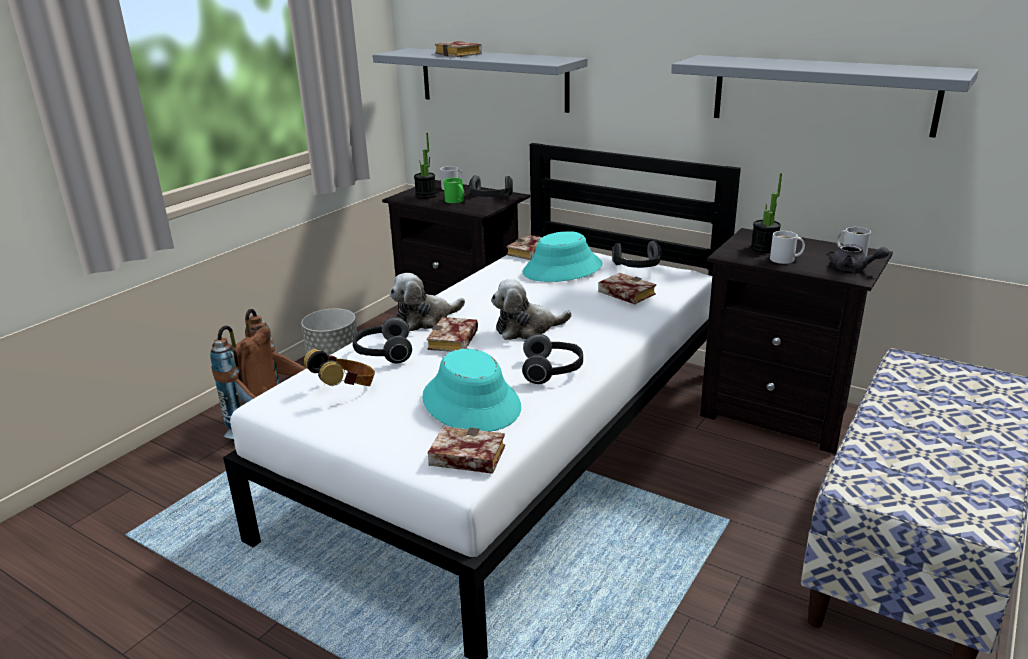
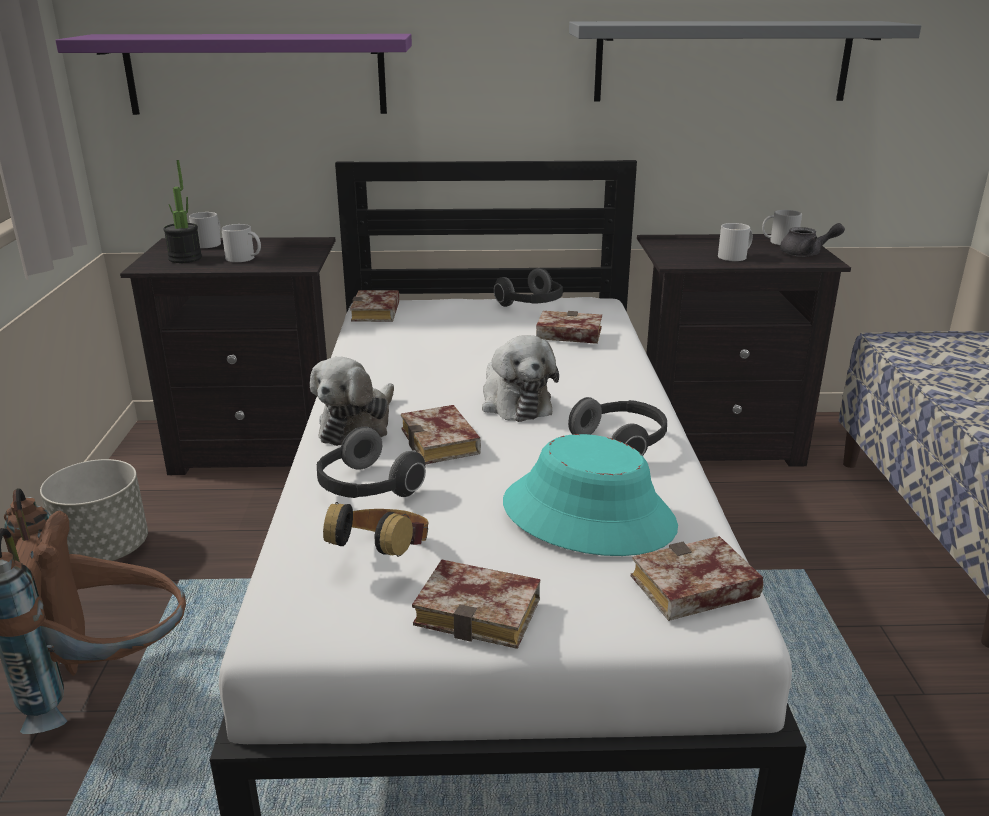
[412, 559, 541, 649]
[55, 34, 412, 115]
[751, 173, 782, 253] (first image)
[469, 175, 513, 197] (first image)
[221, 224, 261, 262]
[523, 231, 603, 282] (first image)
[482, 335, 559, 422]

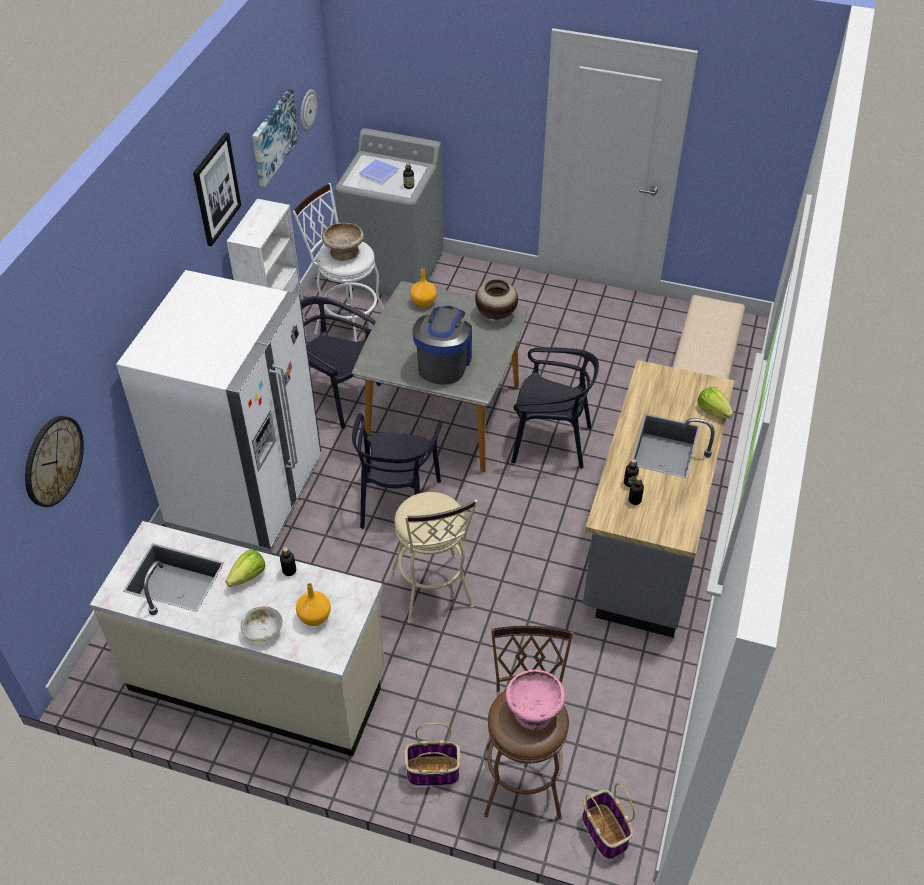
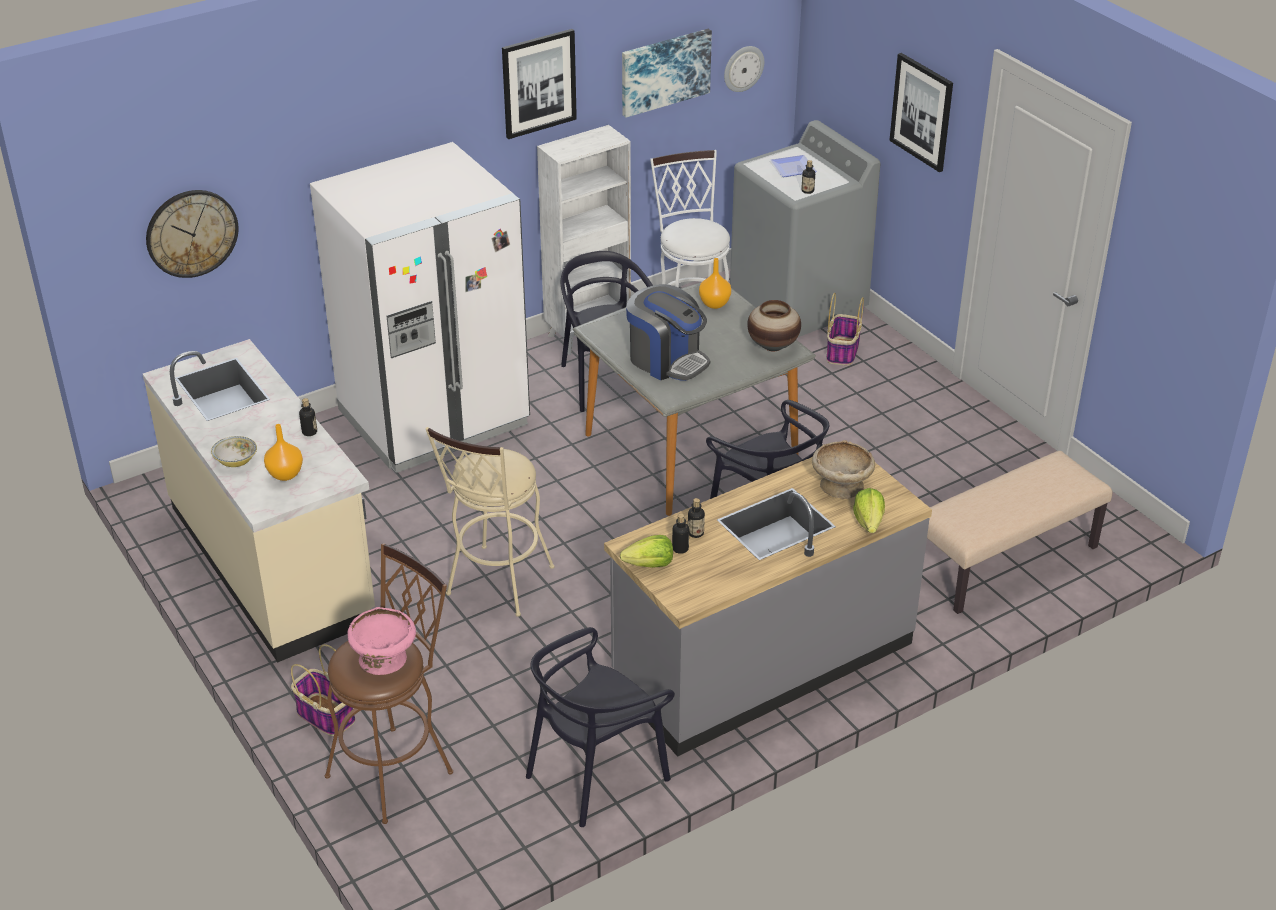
[812, 440, 875, 499]
[626, 284, 710, 381]
[526, 627, 675, 827]
[620, 535, 673, 568]
[826, 293, 864, 365]
[889, 53, 953, 172]

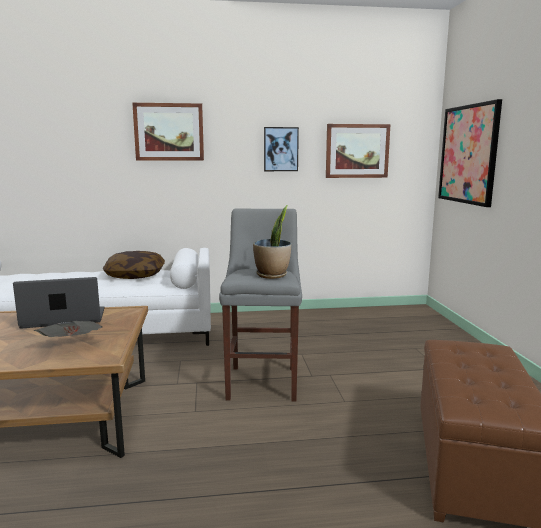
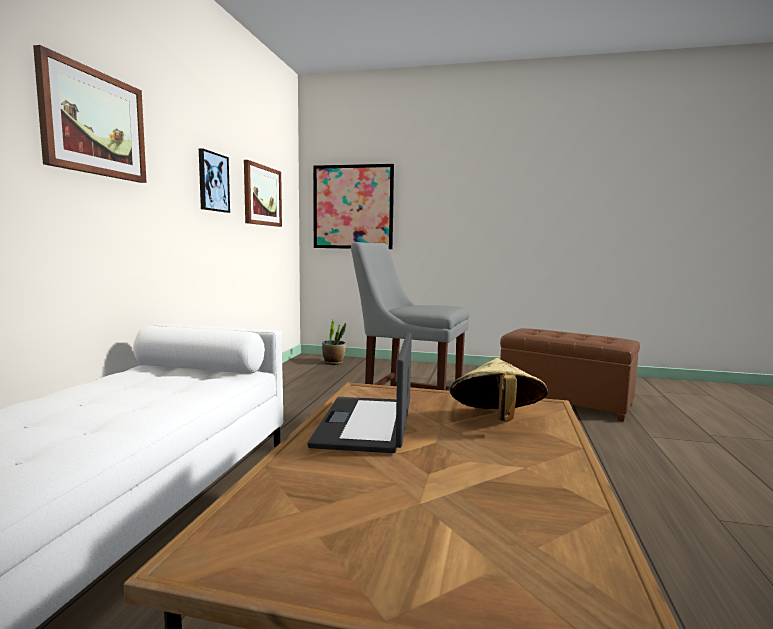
[322, 318, 346, 365]
[103, 251, 165, 279] (first image)
[450, 358, 548, 422]

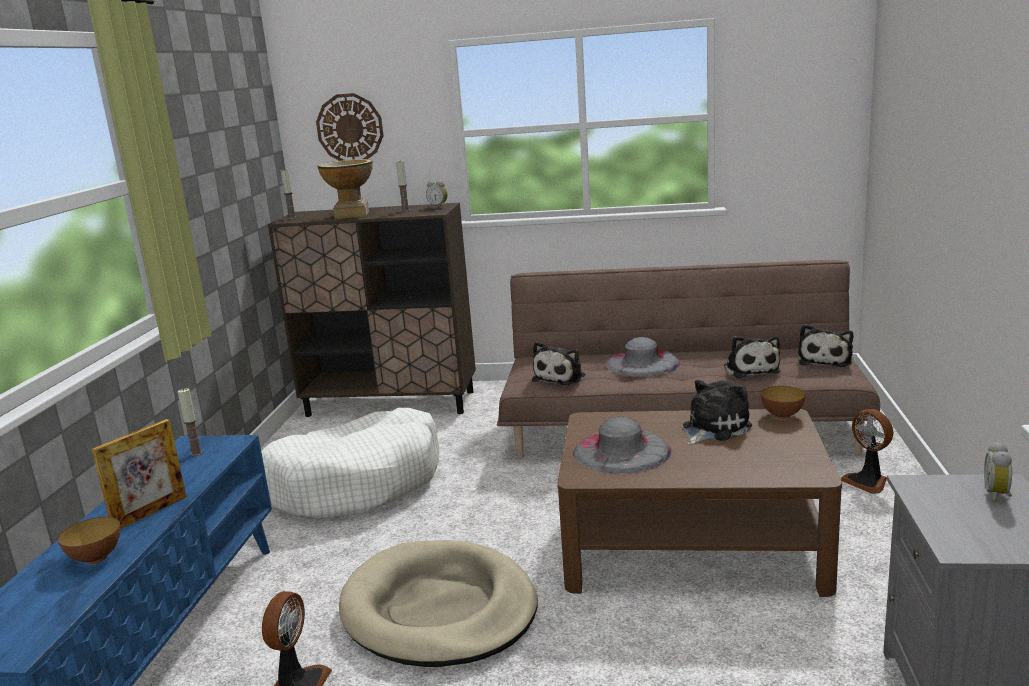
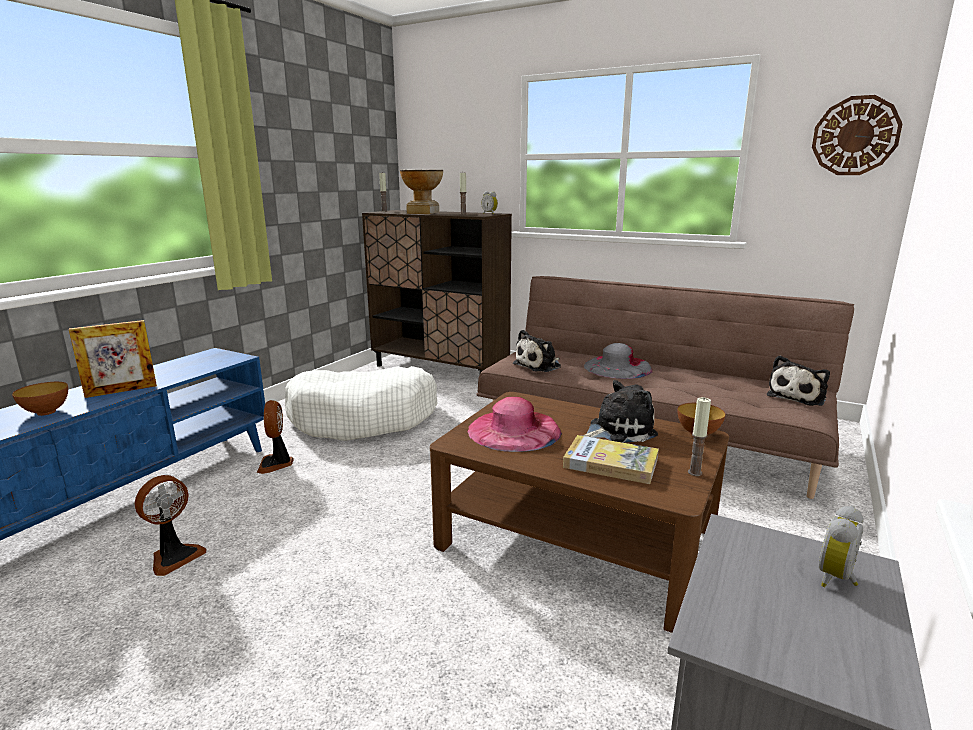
[812, 95, 902, 175]
[724, 336, 780, 378] (first image)
[688, 397, 711, 476]
[257, 400, 294, 474]
[468, 397, 562, 452]
[339, 540, 538, 667] (first image)
[563, 435, 659, 484]

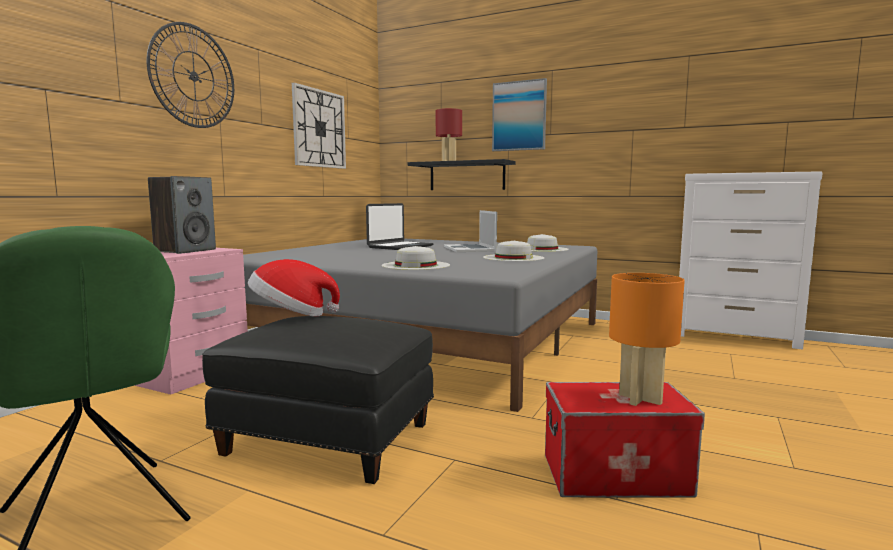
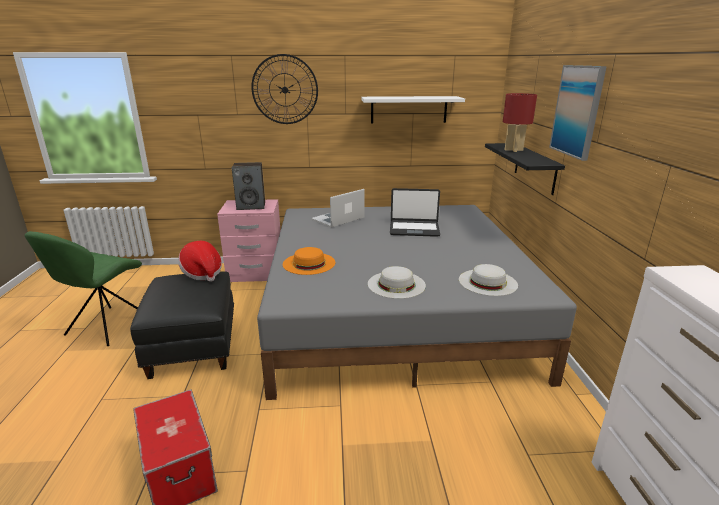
[362, 96, 465, 123]
[311, 189, 365, 228]
[283, 247, 335, 275]
[609, 273, 685, 406] (first image)

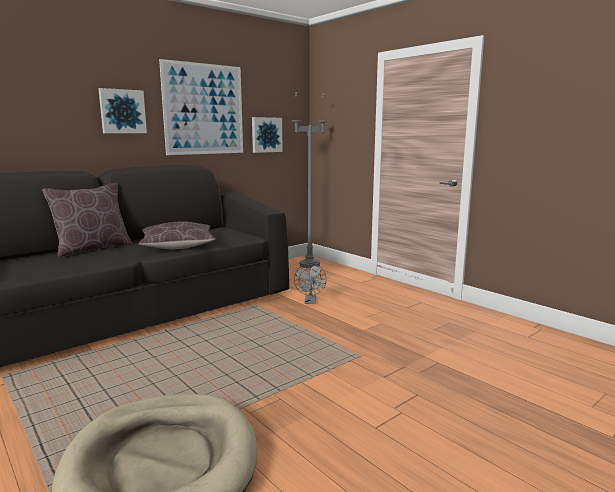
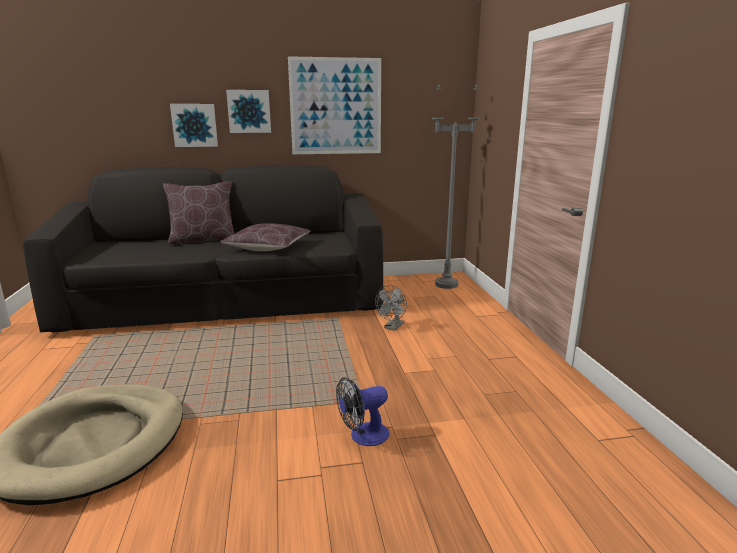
[170, 104, 218, 147]
[336, 377, 389, 446]

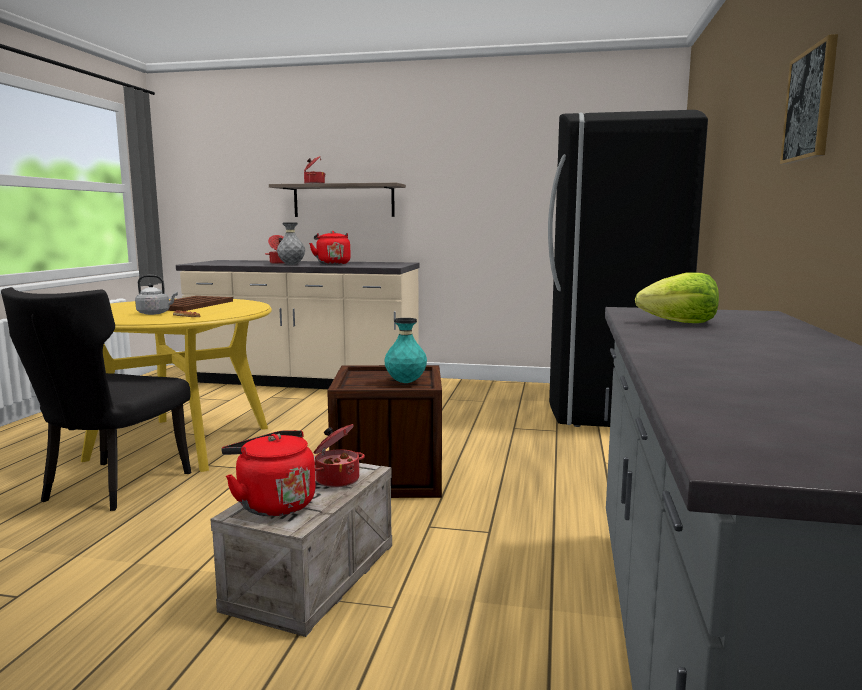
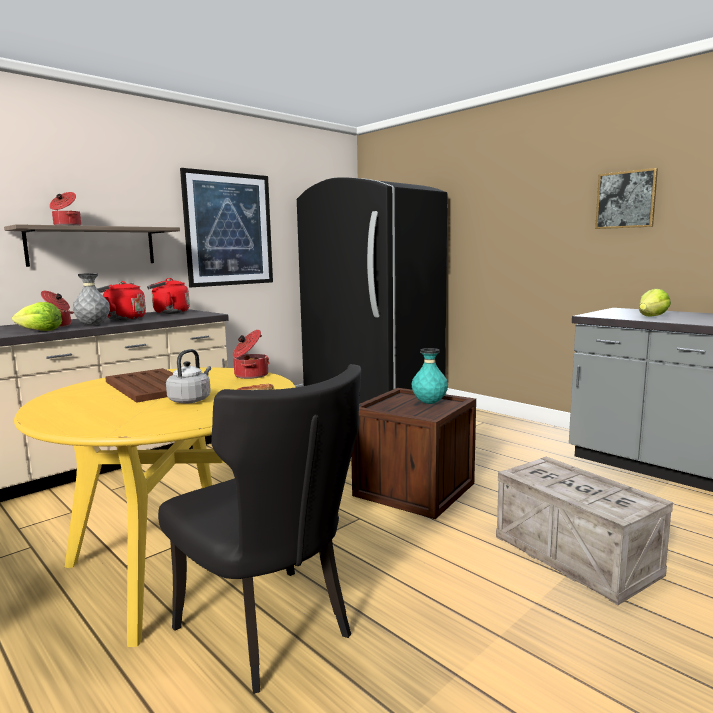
[233, 330, 269, 379]
[147, 278, 190, 314]
[180, 168, 273, 287]
[12, 302, 62, 331]

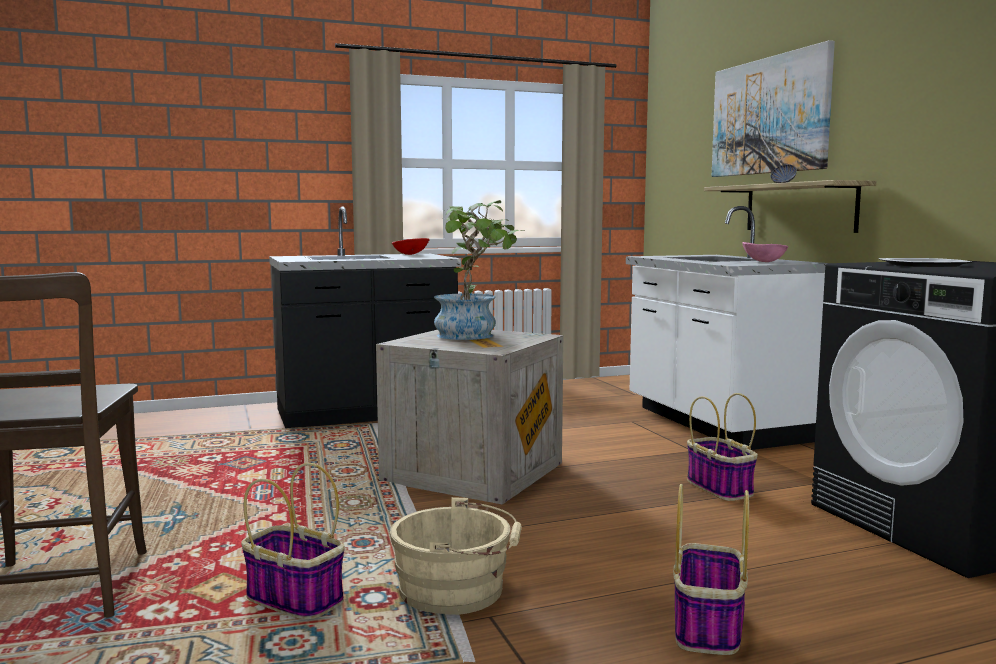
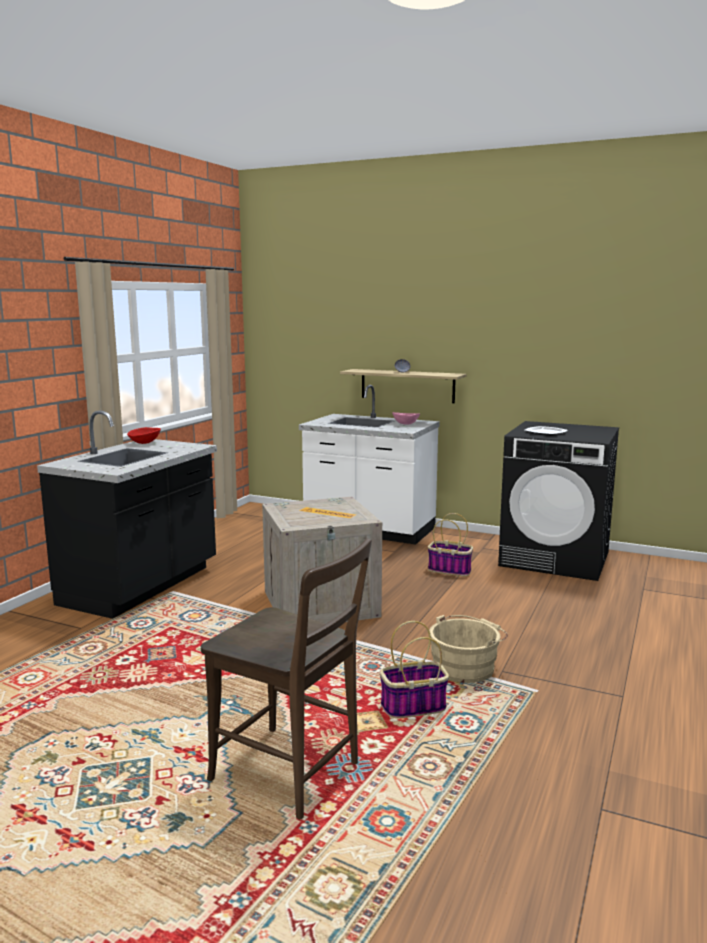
[712, 40, 835, 177] (first image)
[434, 200, 524, 340] (first image)
[673, 484, 749, 655] (first image)

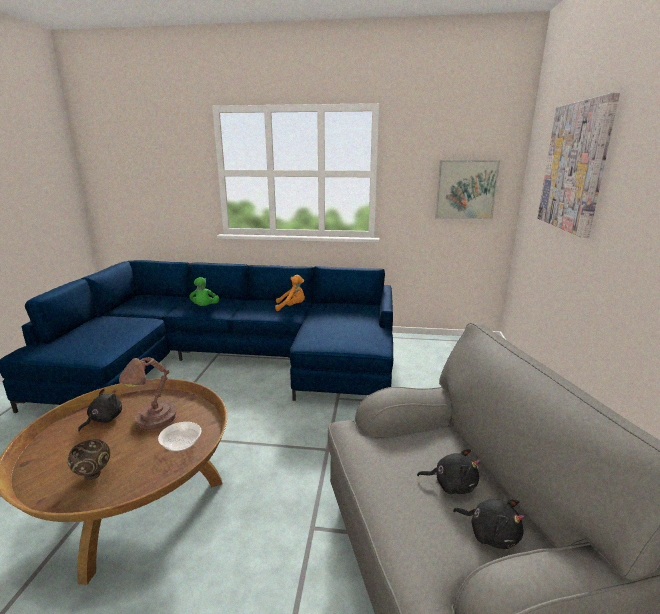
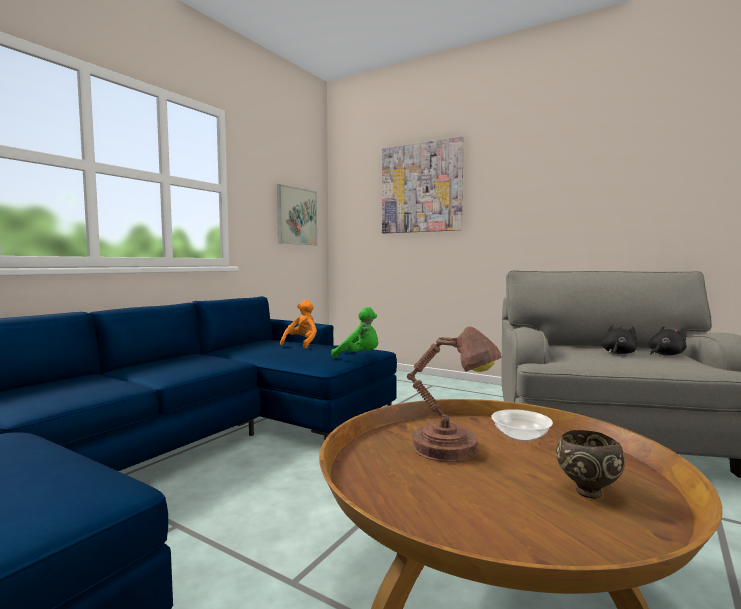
[280, 300, 317, 349]
[331, 307, 378, 359]
[78, 388, 122, 431] (first image)

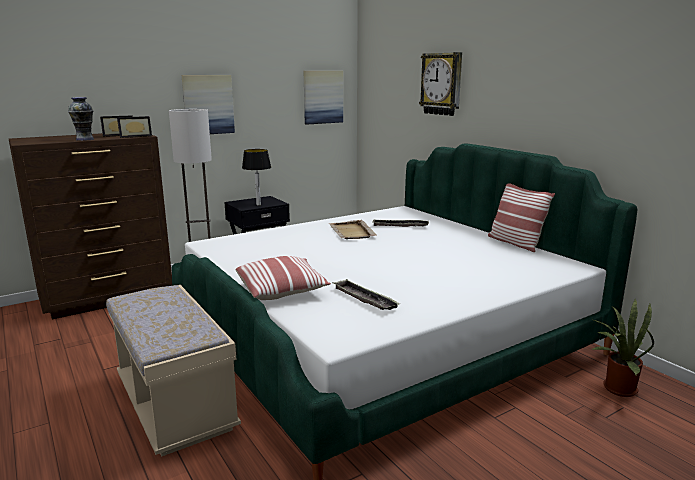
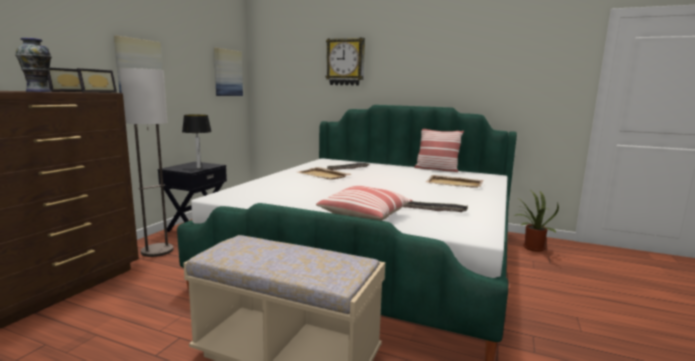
[426, 175, 484, 188]

